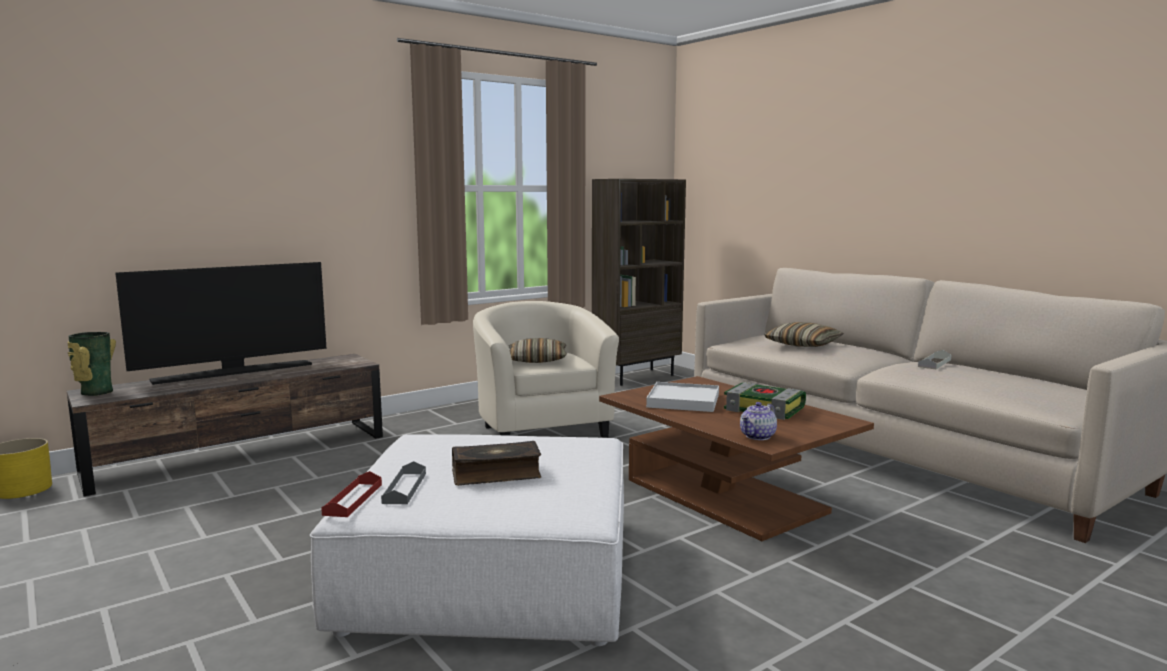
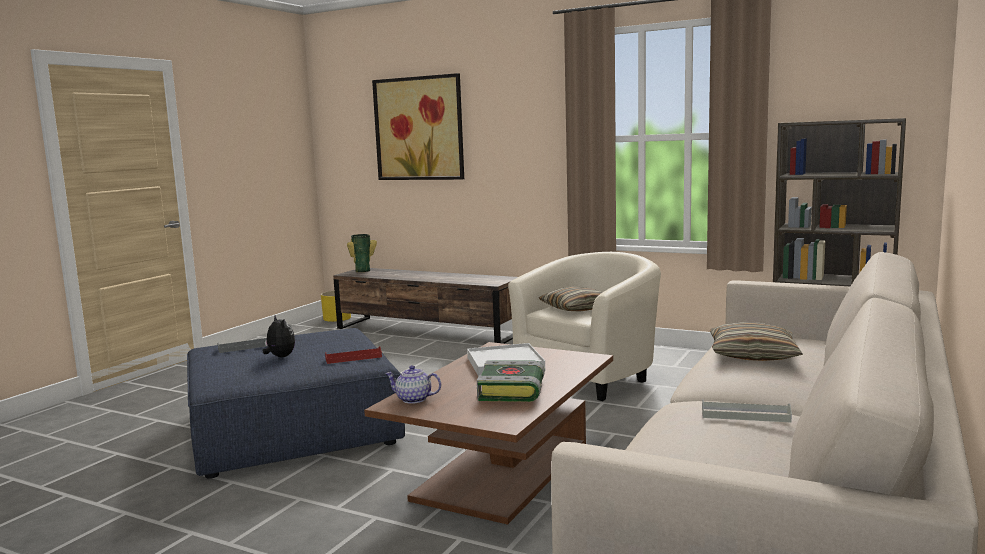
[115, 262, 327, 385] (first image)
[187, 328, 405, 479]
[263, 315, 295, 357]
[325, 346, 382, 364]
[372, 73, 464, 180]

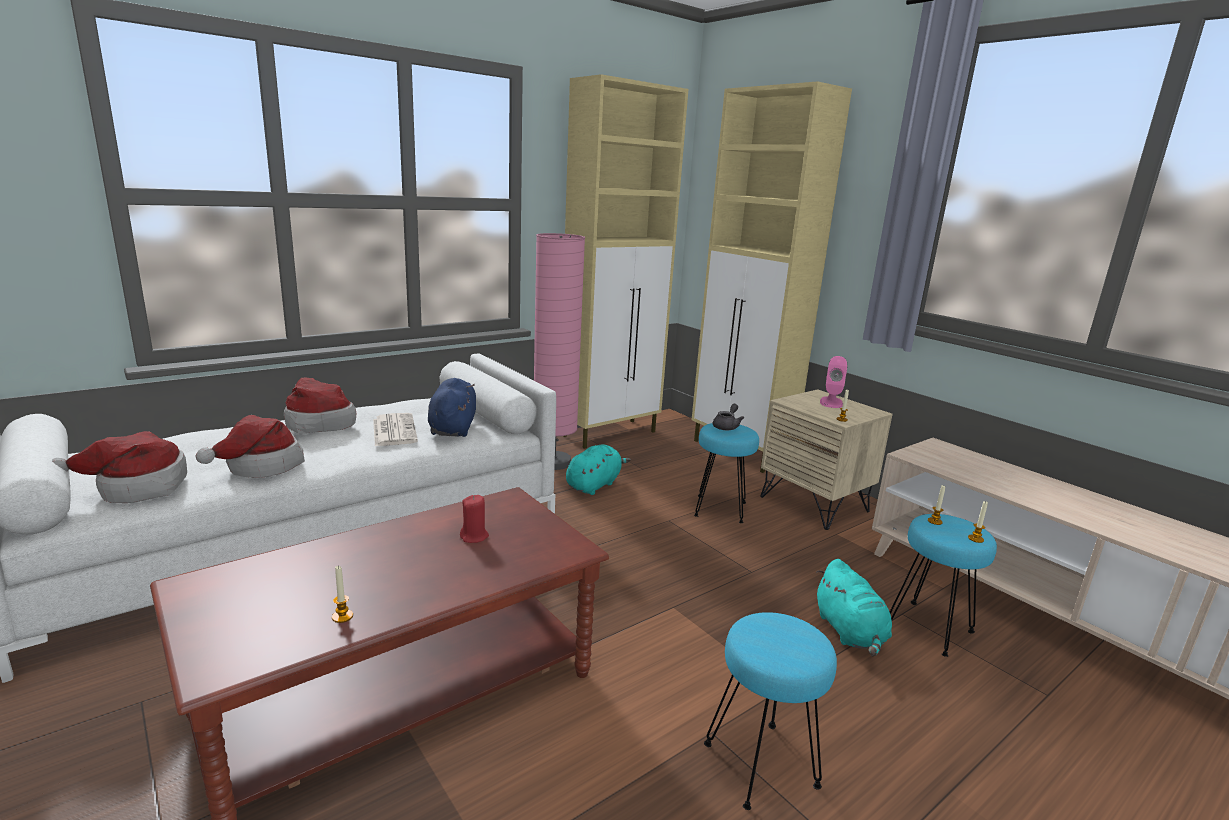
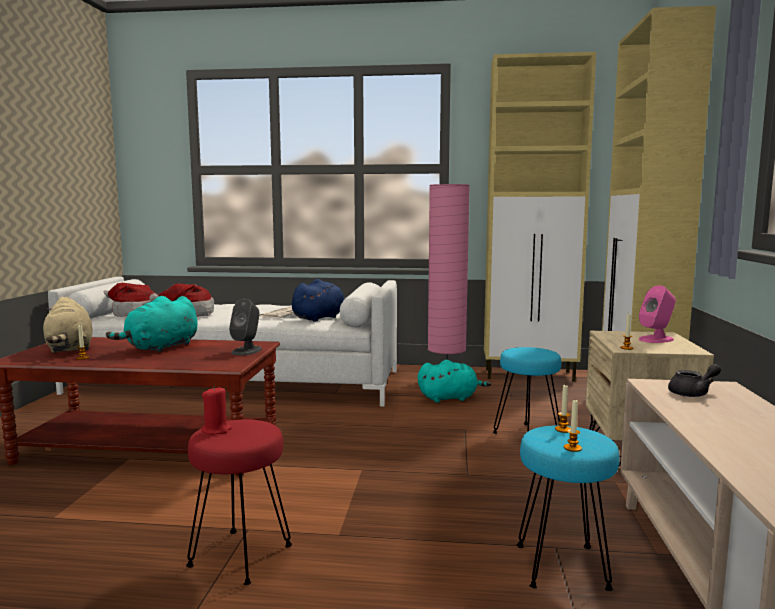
[284, 378, 356, 434] (first image)
[668, 364, 721, 397]
[201, 386, 232, 434]
[106, 296, 198, 352]
[186, 419, 292, 585]
[43, 297, 93, 353]
[229, 299, 262, 355]

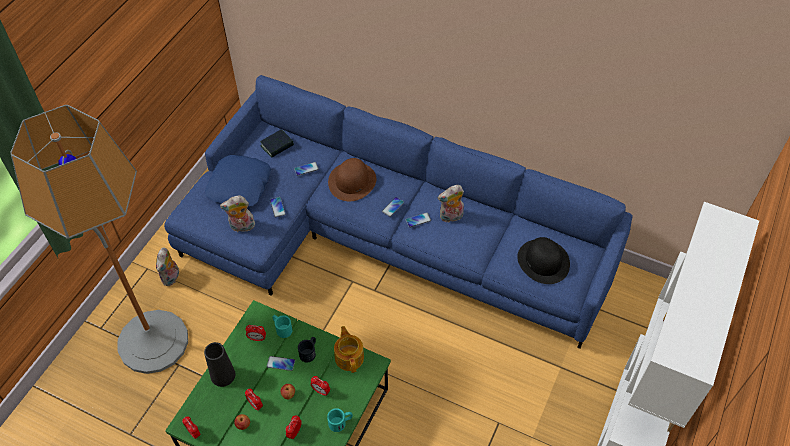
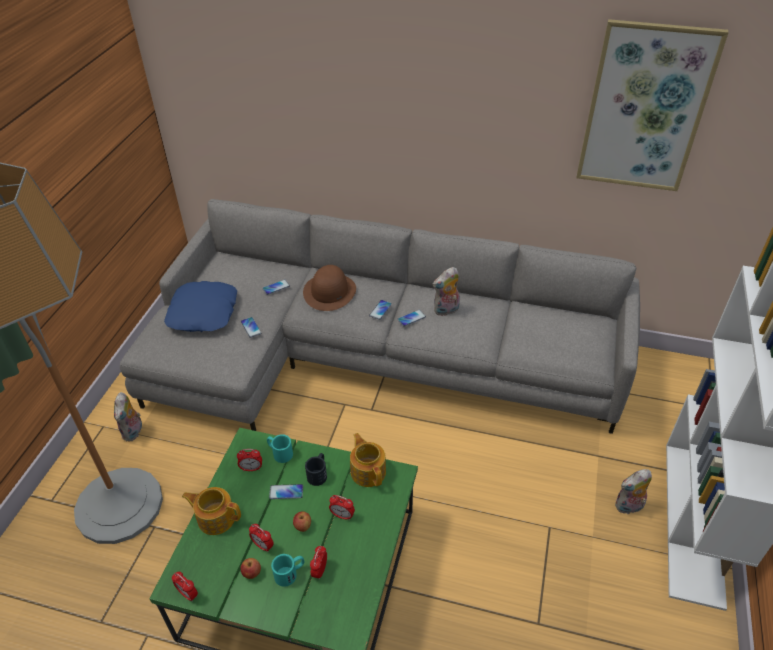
[120, 199, 640, 434]
[260, 129, 294, 158] (first image)
[615, 469, 652, 515]
[517, 237, 570, 284] (first image)
[182, 487, 241, 535]
[271, 554, 304, 587]
[576, 19, 729, 191]

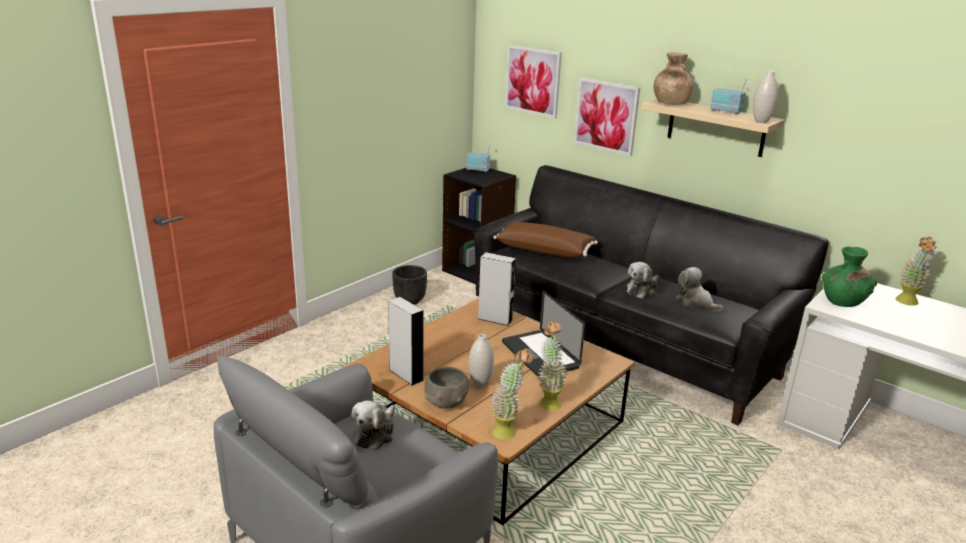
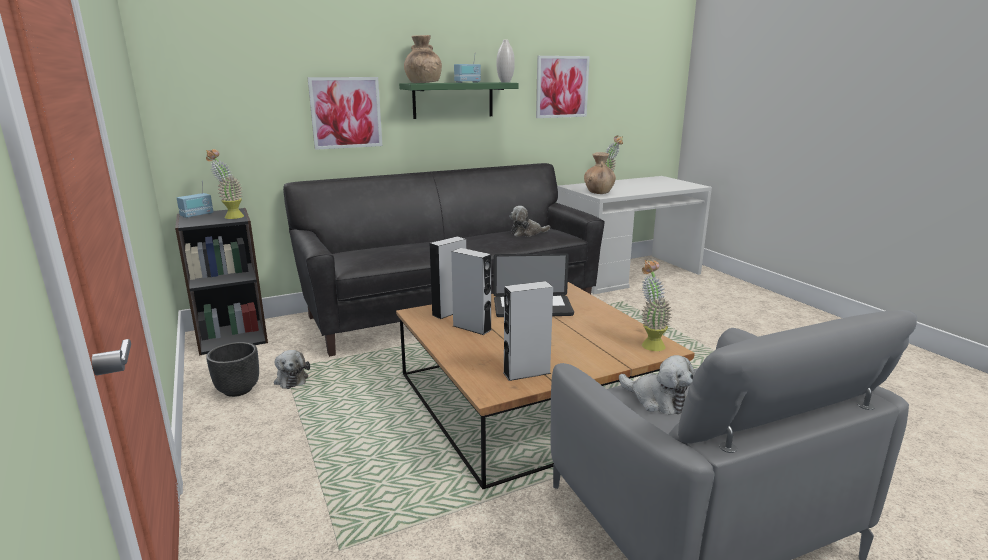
[536, 56, 590, 118]
[399, 82, 519, 119]
[493, 222, 598, 258] (first image)
[584, 152, 616, 194]
[274, 350, 310, 389]
[206, 149, 244, 219]
[468, 334, 494, 387] (first image)
[424, 366, 469, 409] (first image)
[451, 248, 492, 335]

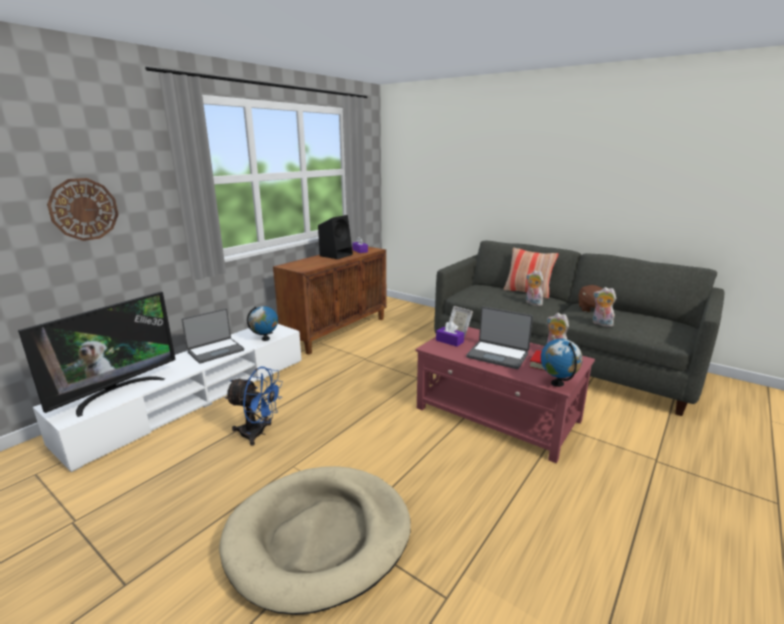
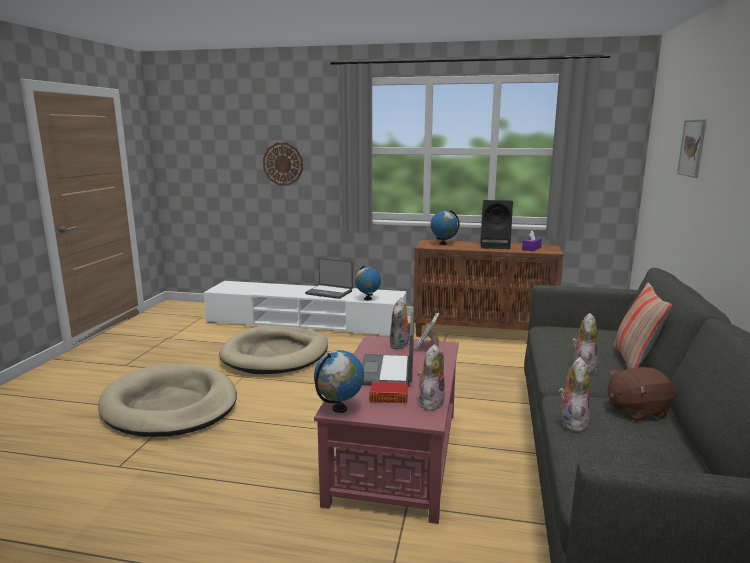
[18, 292, 176, 417] (first image)
[389, 297, 410, 350]
[219, 326, 328, 374]
[677, 119, 707, 178]
[430, 210, 459, 245]

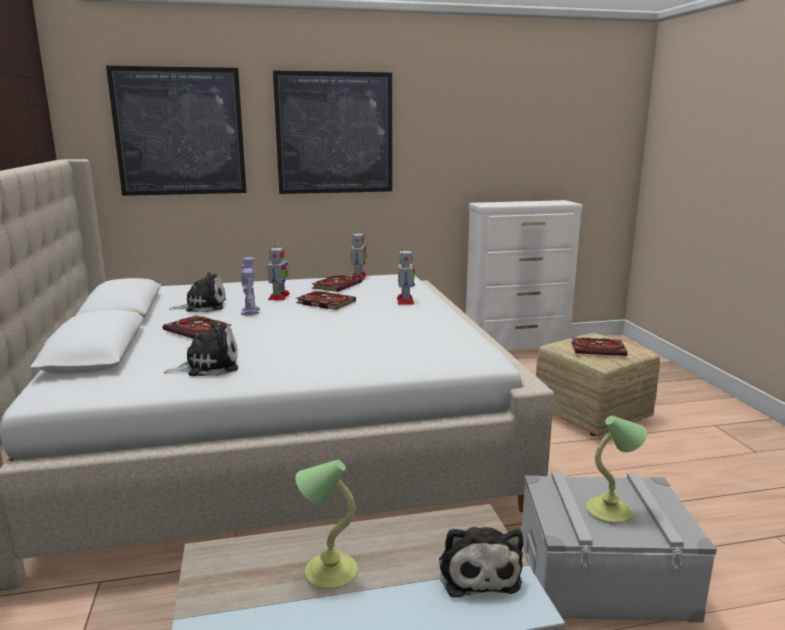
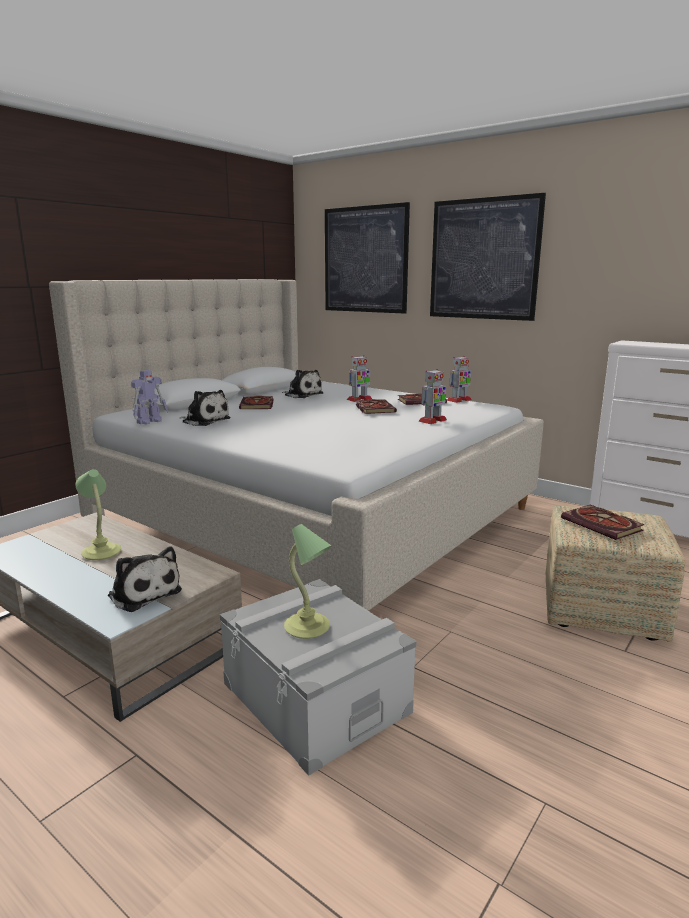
[131, 370, 168, 424]
[108, 546, 182, 612]

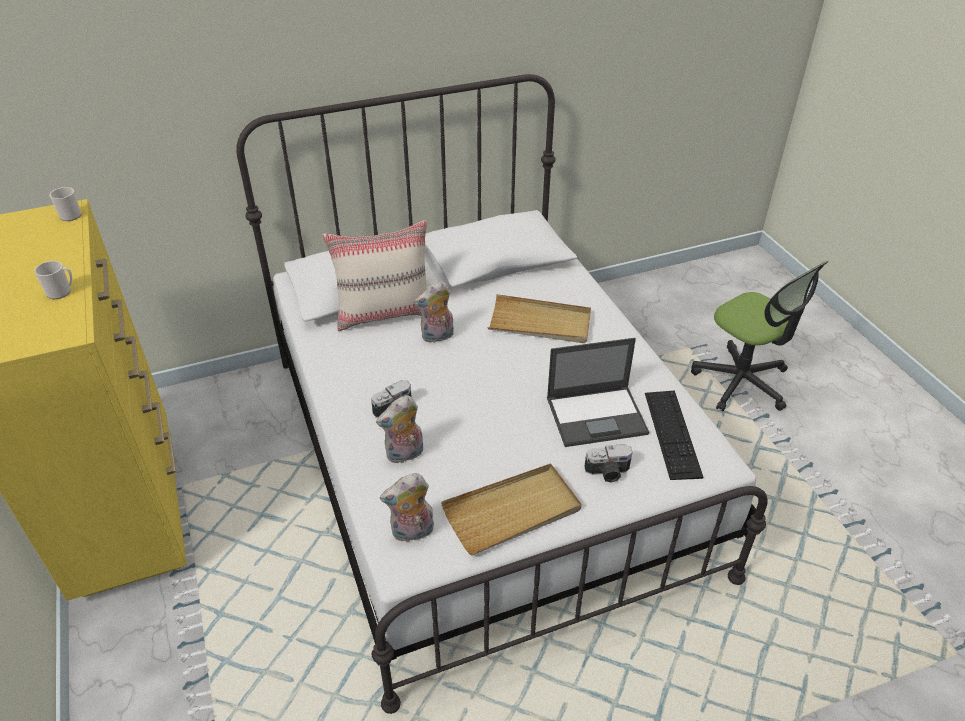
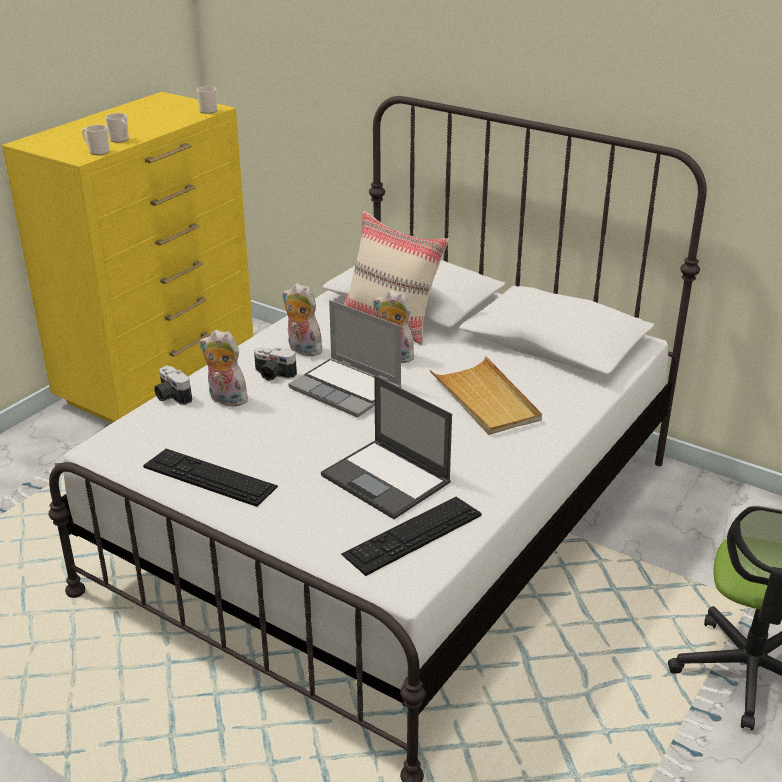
[154, 366, 192, 405]
[143, 449, 278, 507]
[282, 283, 324, 356]
[82, 125, 109, 155]
[288, 300, 402, 417]

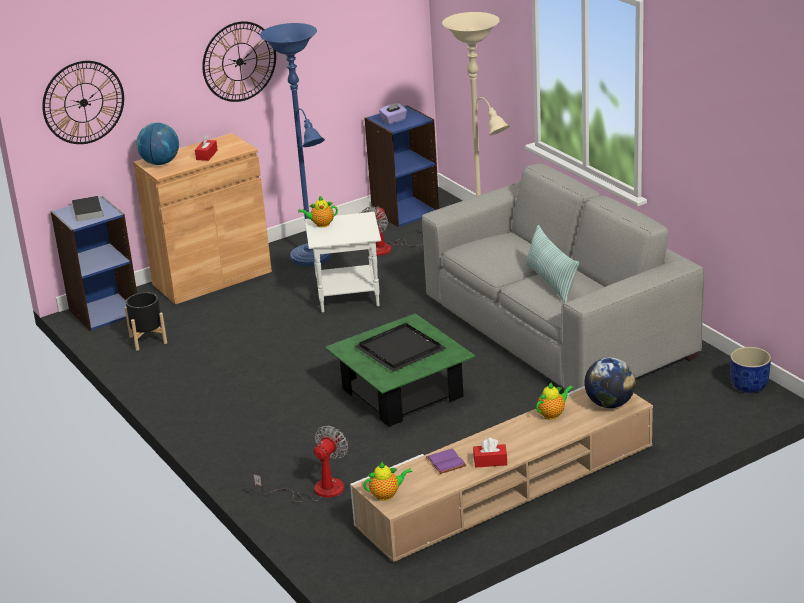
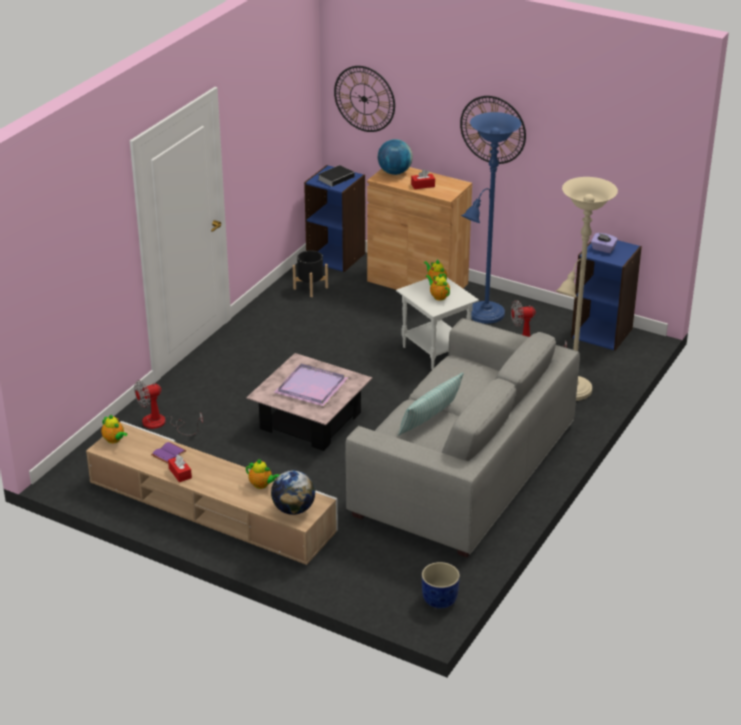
[246, 353, 373, 451]
[274, 364, 349, 406]
[134, 380, 203, 436]
[426, 273, 450, 301]

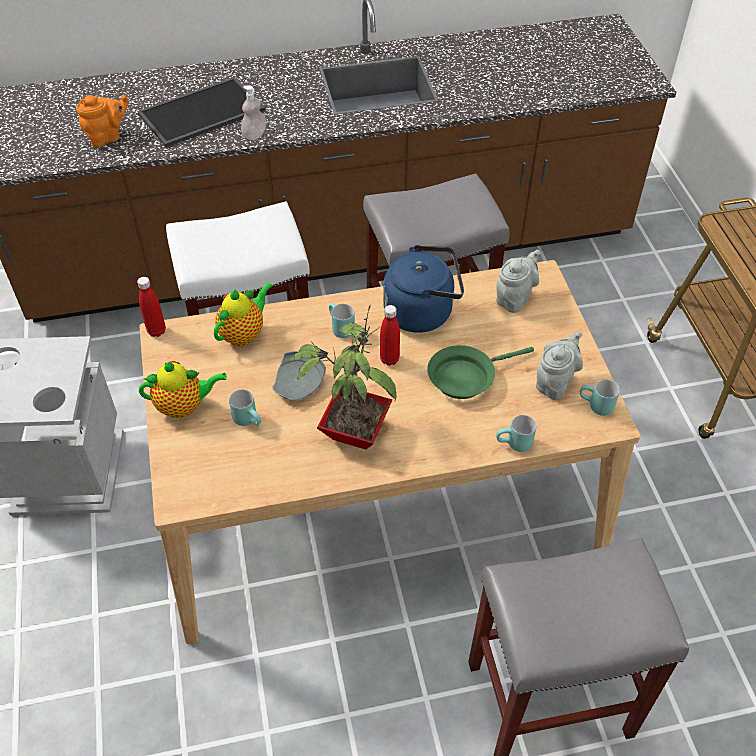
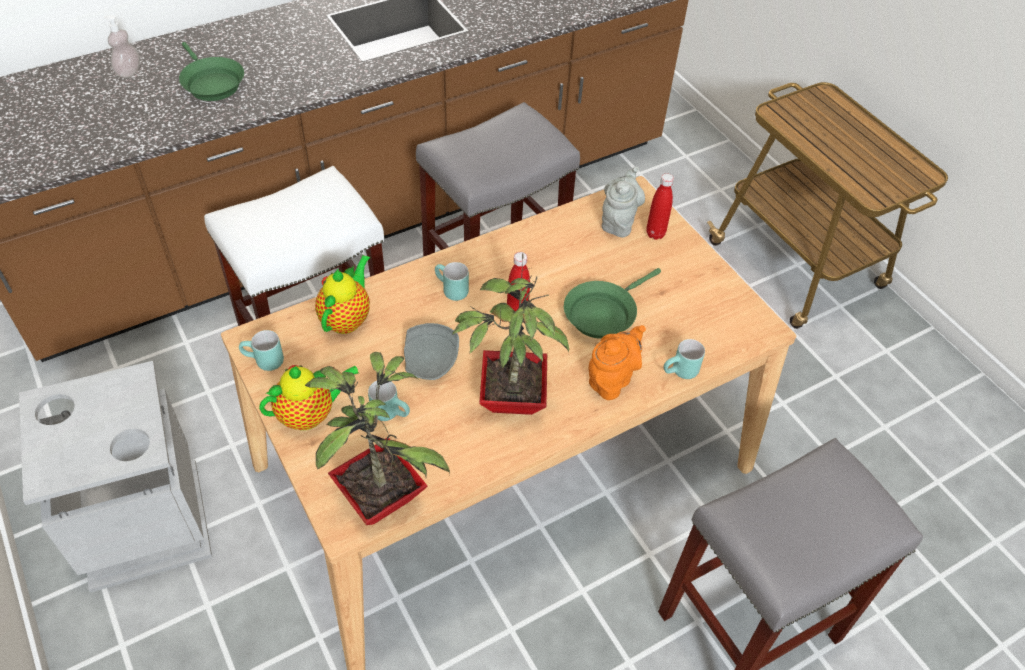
[179, 42, 244, 101]
[104, 15, 140, 78]
[589, 325, 646, 400]
[383, 245, 464, 333] (first image)
[646, 173, 674, 240]
[536, 332, 583, 400] (first image)
[239, 330, 284, 371]
[305, 352, 450, 525]

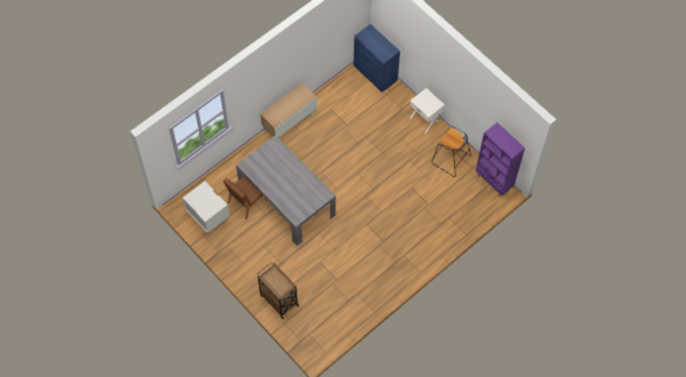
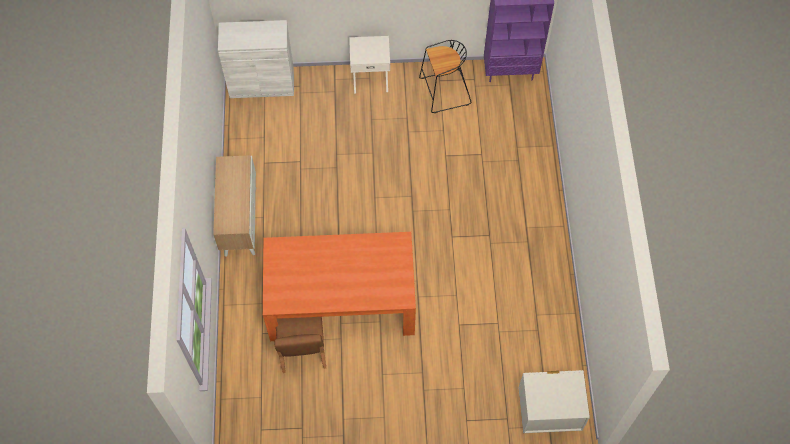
[218, 20, 294, 98]
[263, 232, 416, 341]
[518, 370, 590, 433]
[257, 262, 299, 319] (first image)

